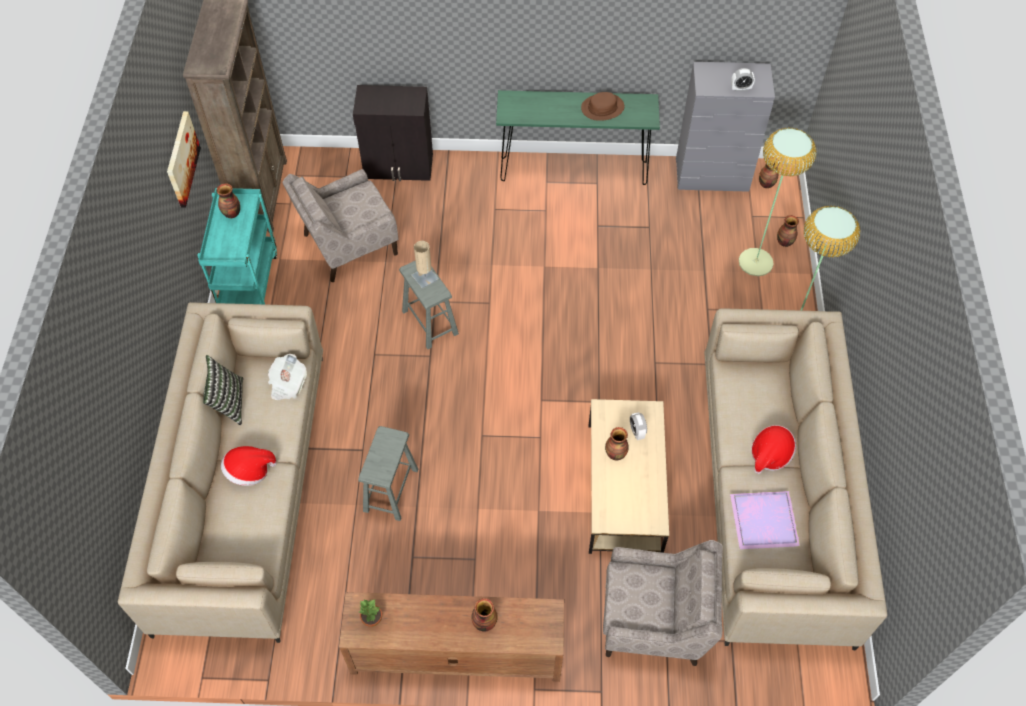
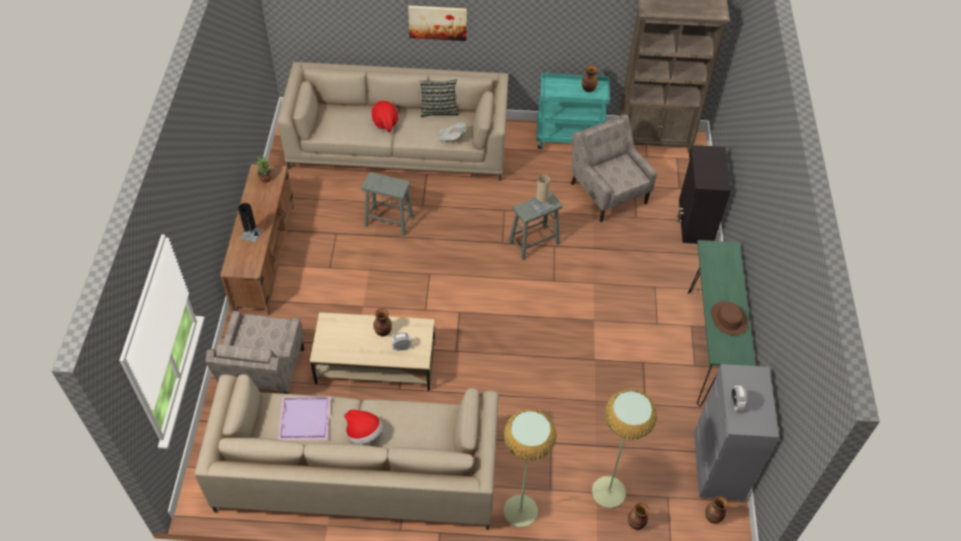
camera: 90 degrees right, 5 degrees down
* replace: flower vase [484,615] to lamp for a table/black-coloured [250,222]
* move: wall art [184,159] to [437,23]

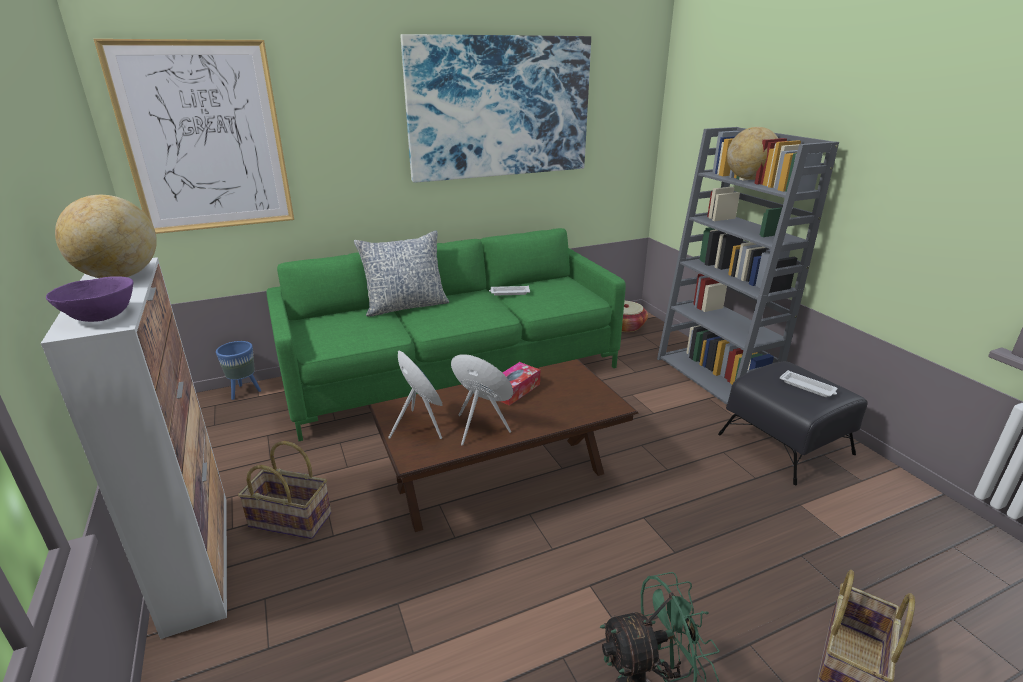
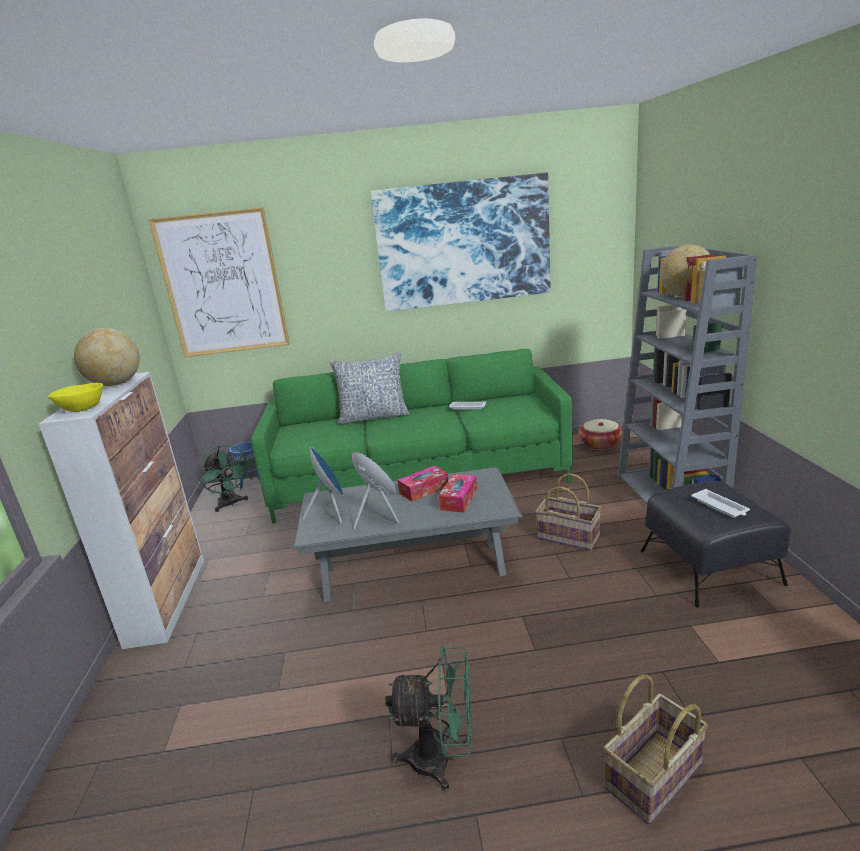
camera: 20 degrees right, 5 degrees down
* recolor: deep dish/purple-coloured [90,299] to deep dish/yellowish [75,397]
* insert: cooling fan/green [224,478]
* recolor: lounge table/brown-coloured [503,445] to lounge table/greyish [407,534]
* insert: tissue holder [458,493]
* move: household basket [284,490] to [568,512]

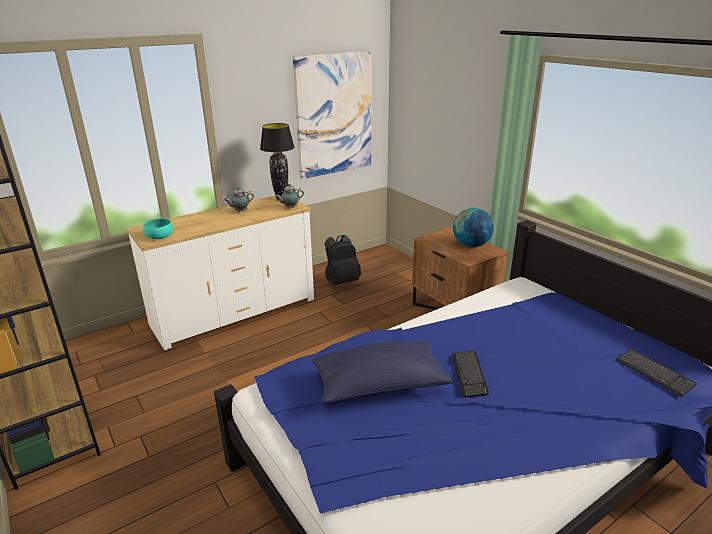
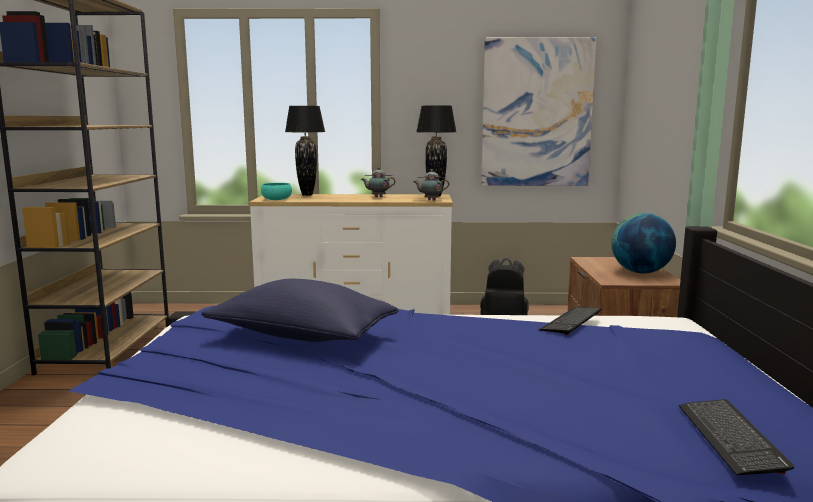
camera: 35 degrees right, 15 degrees down
* insert: lamp for a table/black-coloured [305,151]
* move: computer keyboard [470,374] to [570,321]

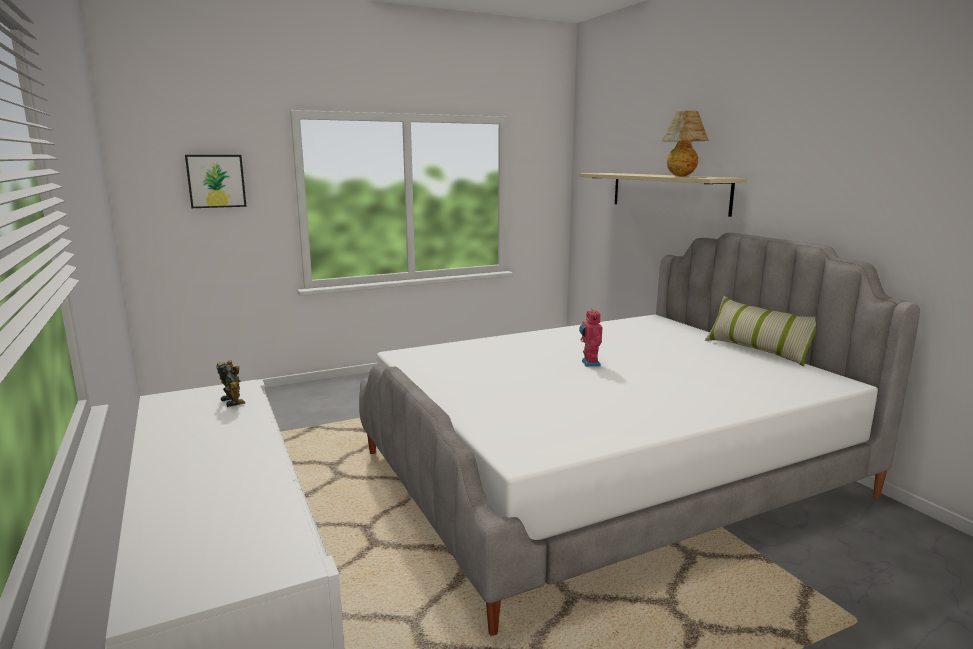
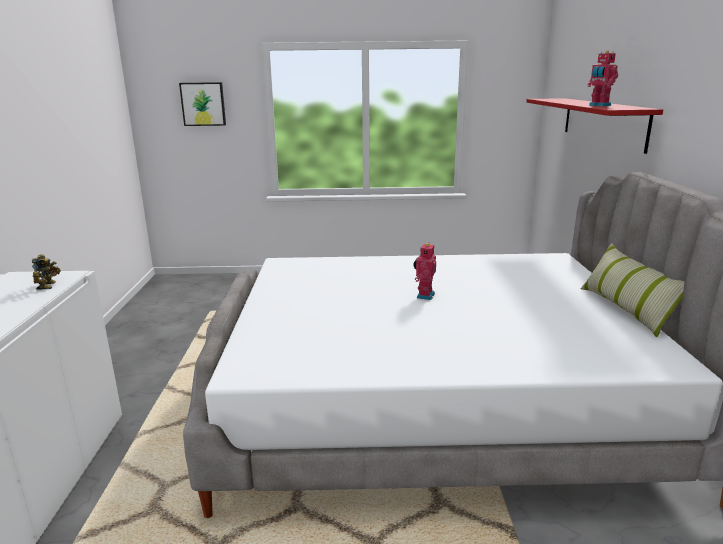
camera: 25 degrees right, 5 degrees up
* recolor: bracket shelf/beige-coloured [663,195] to bracket shelf/red-coloured [594,126]
* replace: lamp for a table [685,144] to robot figure [602,78]

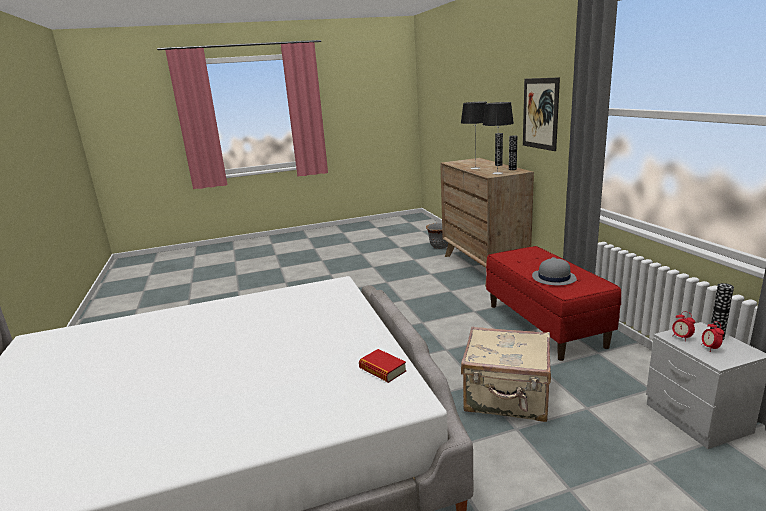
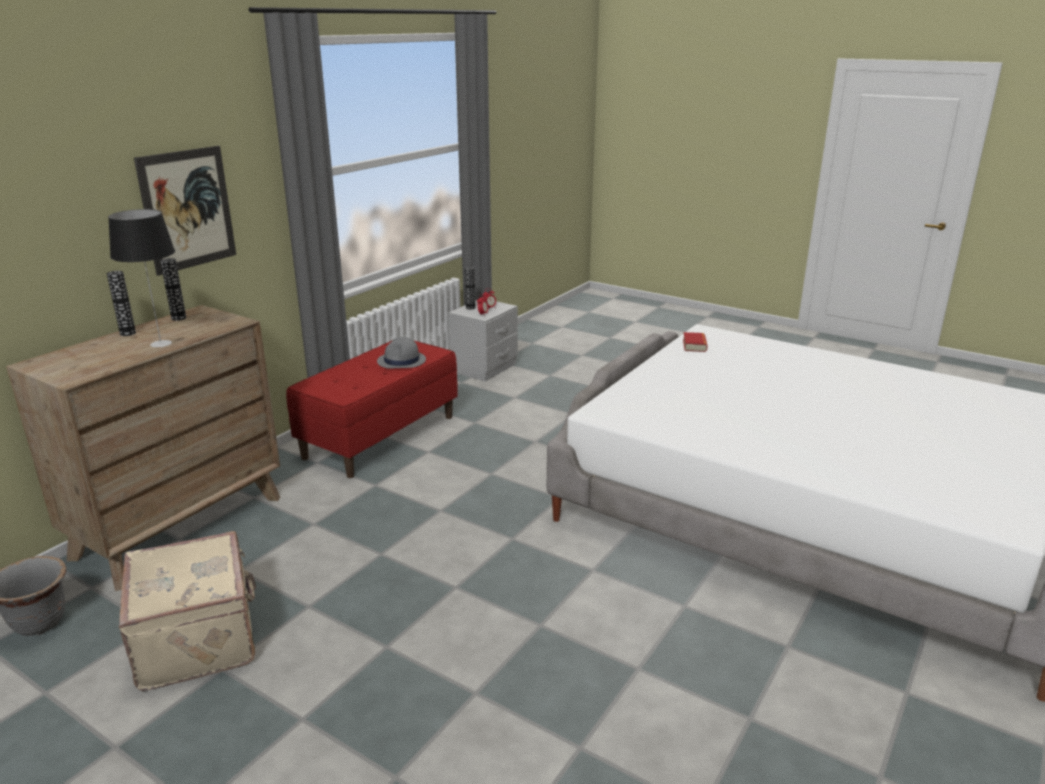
camera: 130 degrees left, 5 degrees up
* move: travel case/beige-coloured [506,374] to [187,611]
* delete: lamp for a table [498,138]

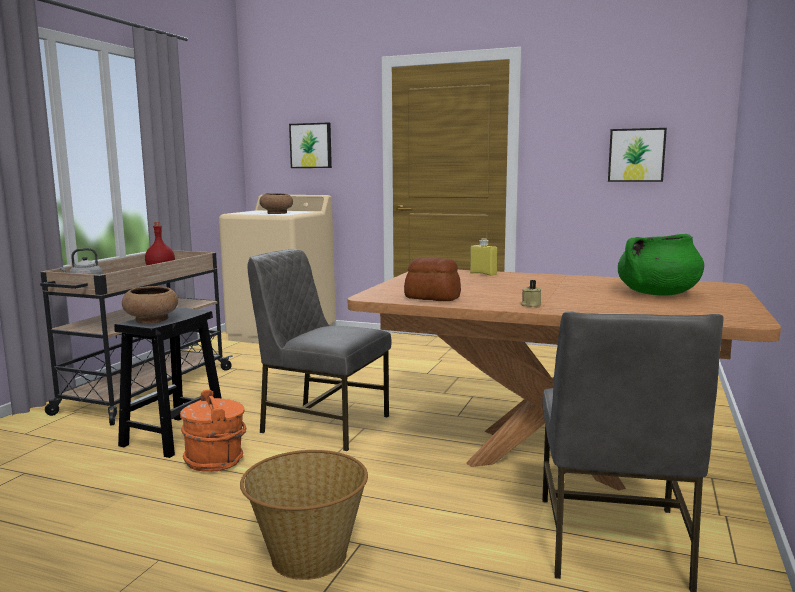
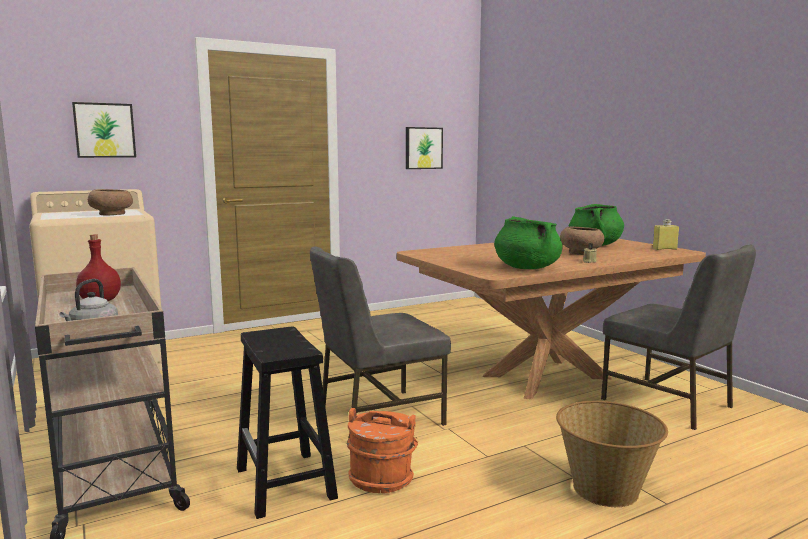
camera: 50 degrees left, 0 degrees up
* replace: bread [432,279] to saucepot/green [528,242]
* move: deep dish/brown-coloured [150,305] to [582,240]
* move: drink bottle/yellowish [483,257] to [666,234]

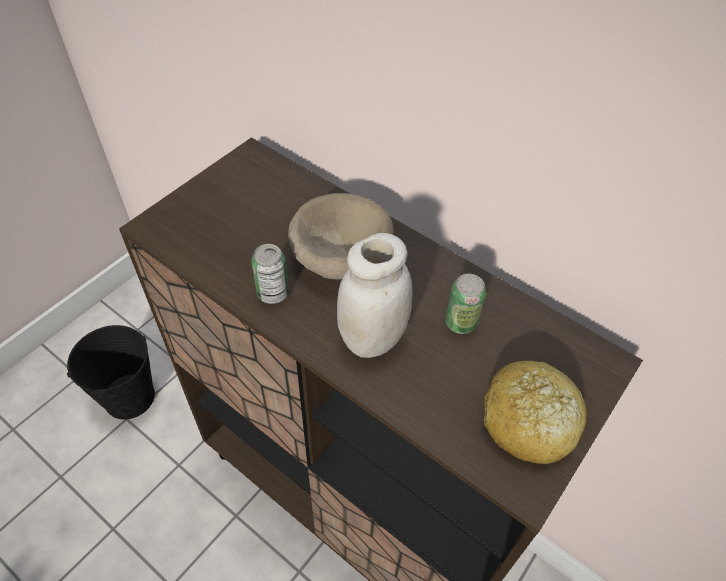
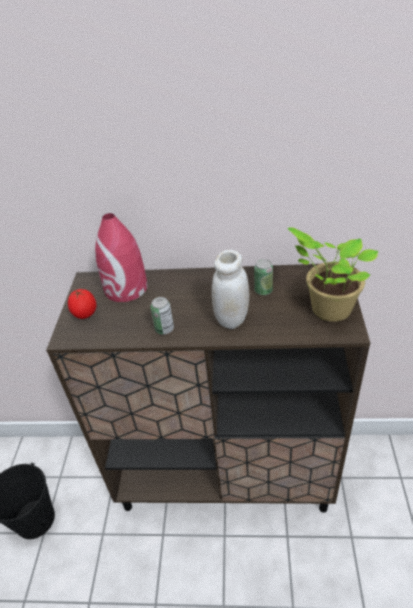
camera: 30 degrees left, 10 degrees down
* insert: whole tomato [82,304]
* insert: flower vase/red-coloured [121,257]
* replace: bread [535,412] to potted plant [333,274]
* delete: deep dish/beige-coloured [341,236]

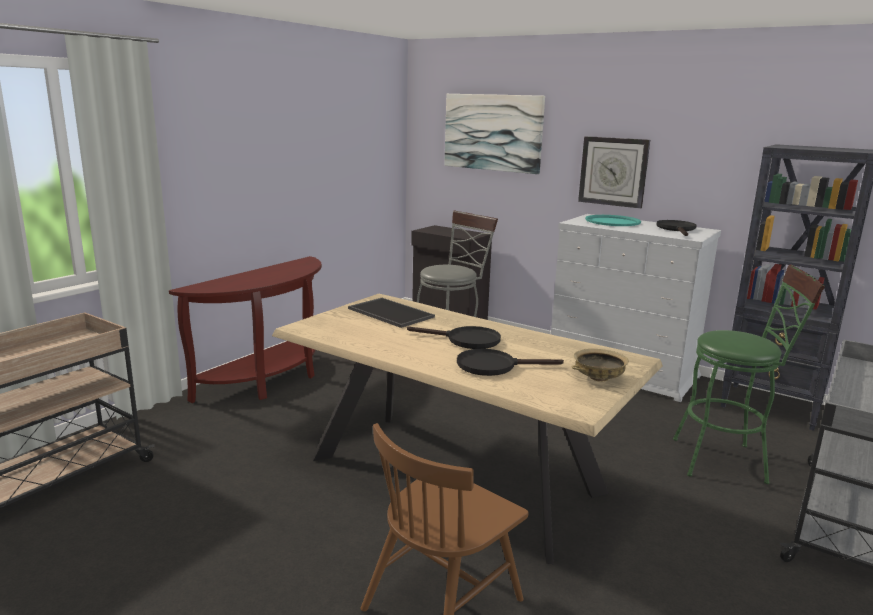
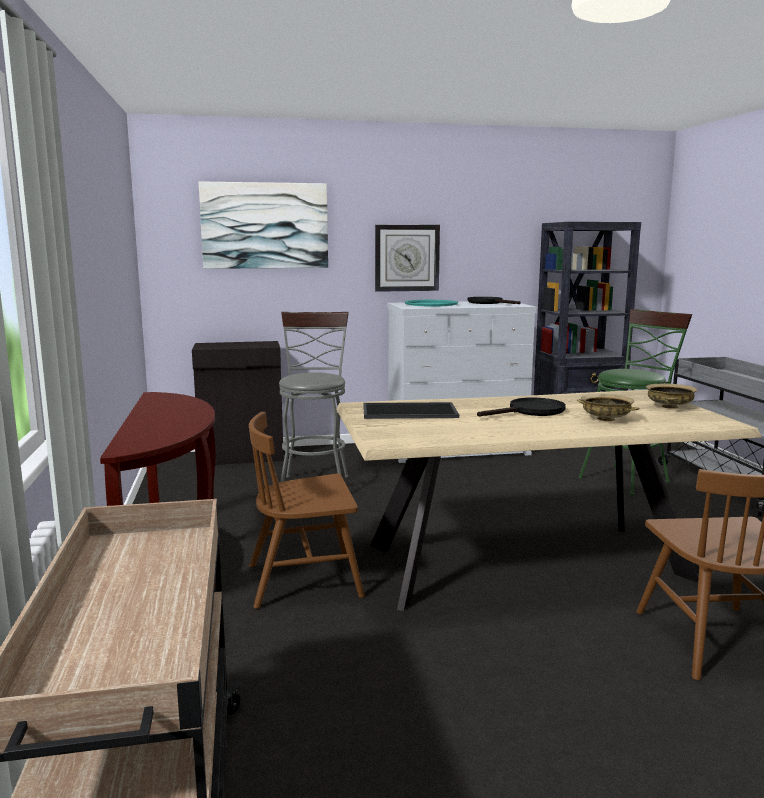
camera: 45 degrees left, 5 degrees down
* insert: plain chair/brown-coloured [307,510]
* replace: skillet/black-coloured [510,362] to deep dish/beige-coloured [608,407]

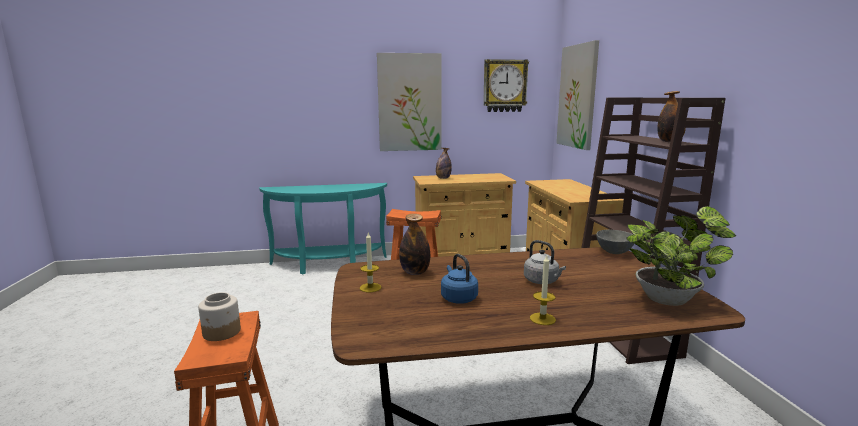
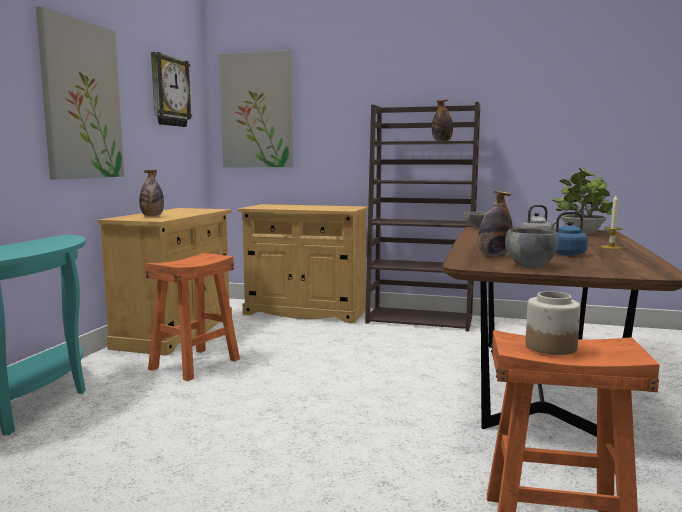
camera: 65 degrees left, 5 degrees down
* replace: wax candle [370,262] to deep dish/greyish [531,248]

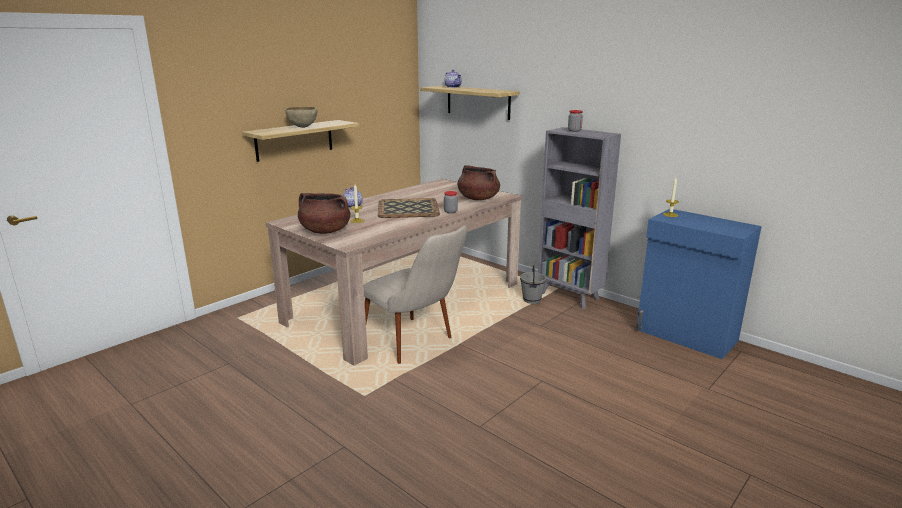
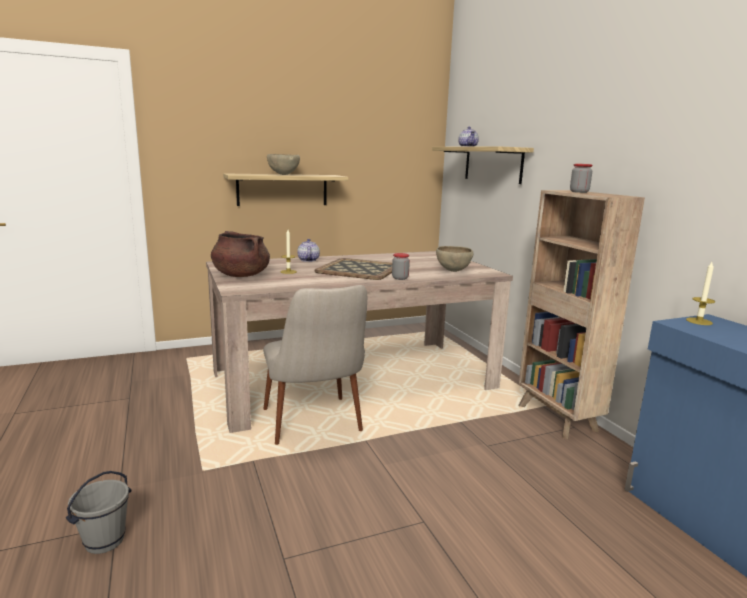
camera: 25 degrees right, 5 degrees down
* move: bucket/greyish [533,284] to [98,512]
* replace: saucepot/brown-coloured [478,182] to deep dish/brown-coloured [455,259]
* recolor: bookcase/greyish [579,218] to bookcase/brown-coloured [582,314]

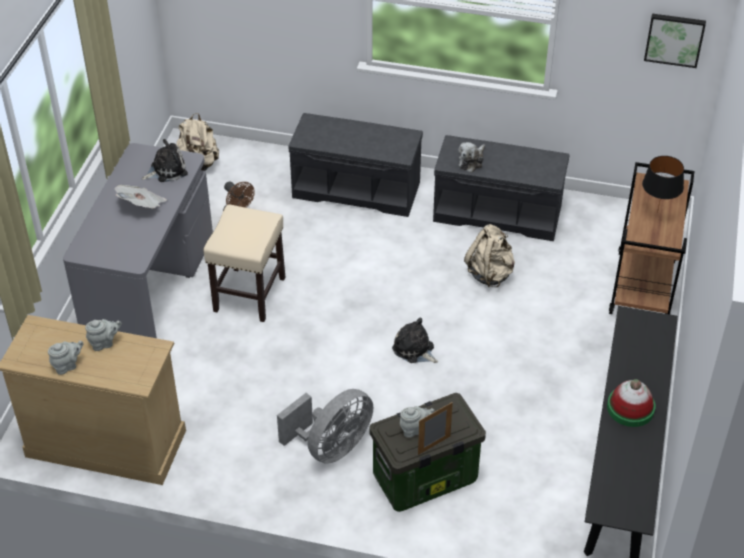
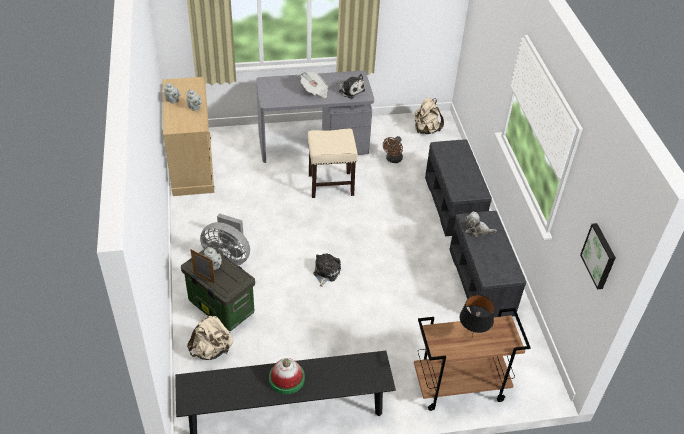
camera: 65 degrees right, 0 degrees up
* move: knapsack/beige-coloured [489,255] to [210,336]

